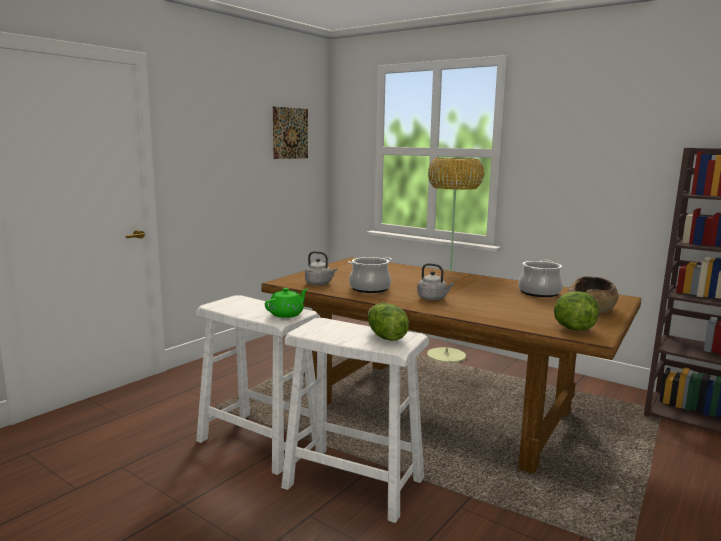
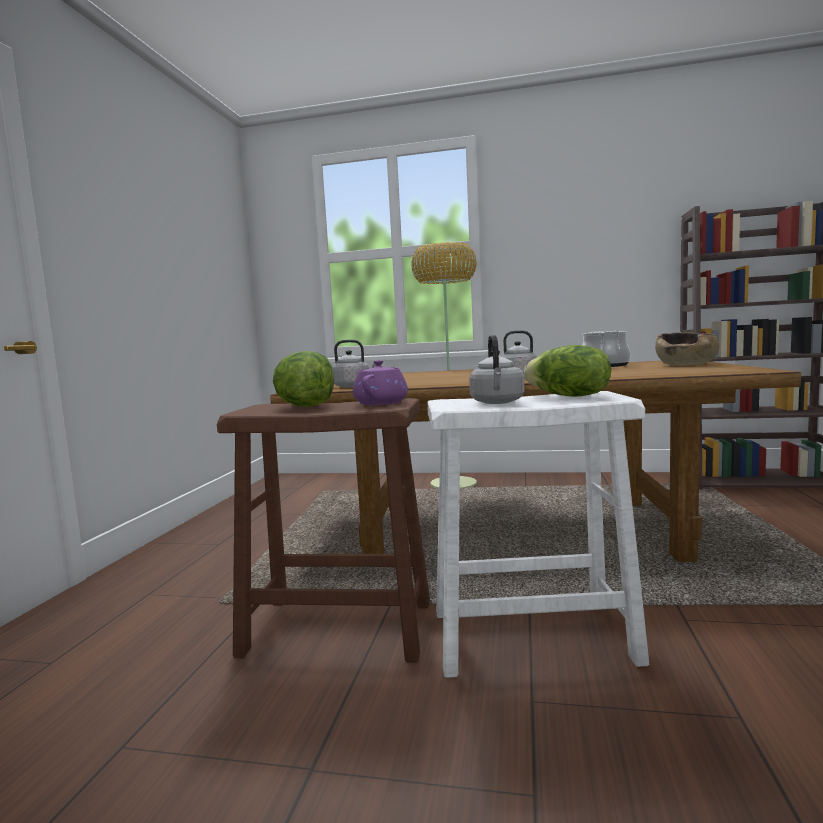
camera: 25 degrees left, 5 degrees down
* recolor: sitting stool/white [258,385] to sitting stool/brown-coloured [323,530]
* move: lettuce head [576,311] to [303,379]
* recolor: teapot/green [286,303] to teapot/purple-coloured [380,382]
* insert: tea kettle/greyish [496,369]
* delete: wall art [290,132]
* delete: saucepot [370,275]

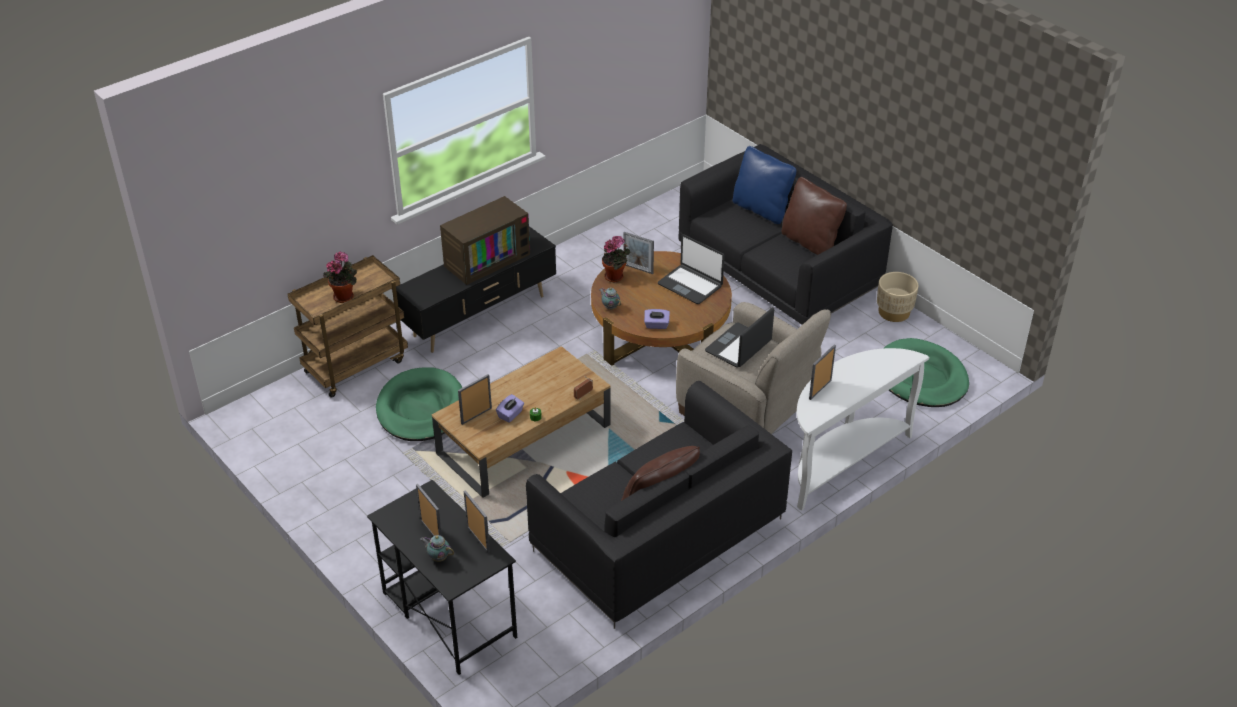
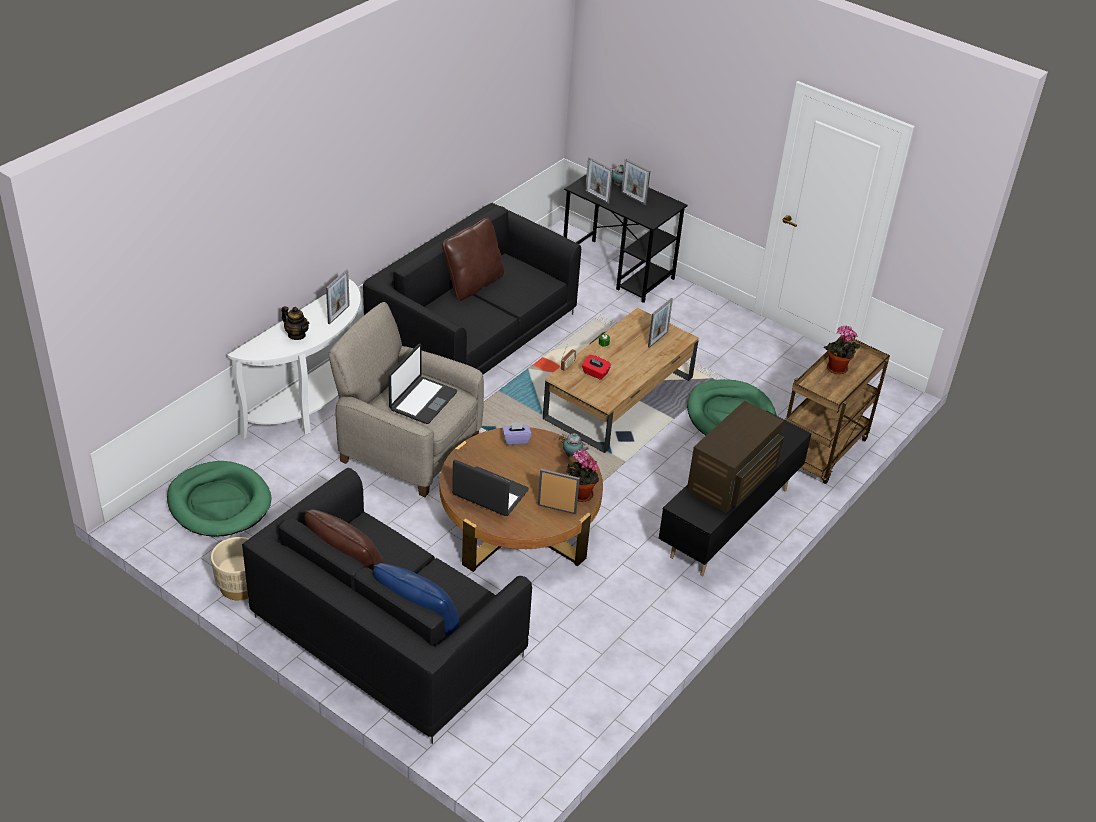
camera: 165 degrees right, 0 degrees up
* insert: teapot [296,323]
* insert: tissue holder/red-coloured [596,367]
* delete: tissue holder/purple-coloured [510,408]

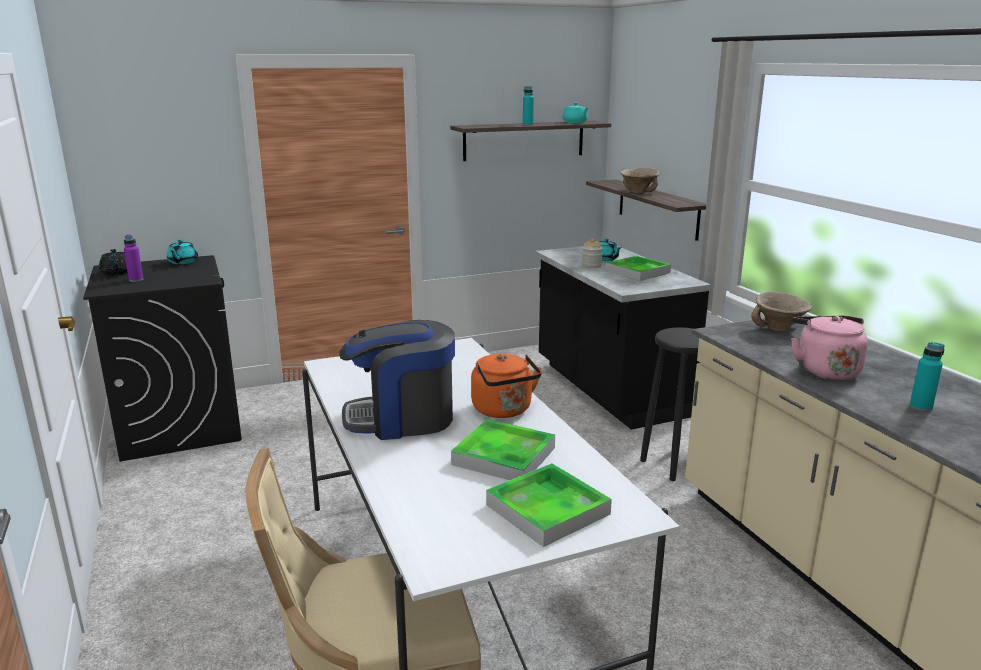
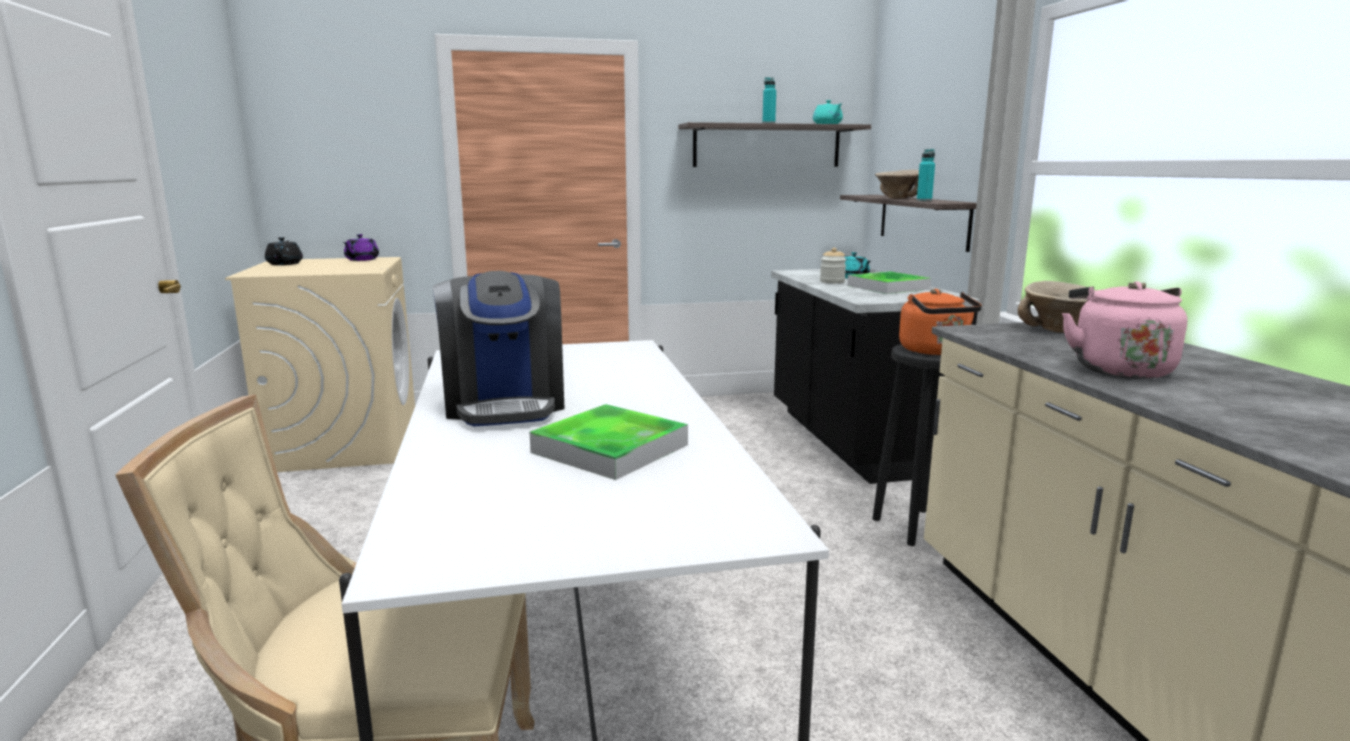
camera: 10 degrees right, 5 degrees down
* recolor: laundry machine/black-coloured [162,358] to laundry machine/beige-coloured [320,364]
* recolor: teapot/blue-green [182,252] to teapot/purple-coloured [361,247]
* rotate: coffee maker [397,380] = [498,348] 105 degrees counterclockwise
* move: tea kettle/orange [506,386] to [940,322]
* move: drink bottle/blue-green [927,377] to [926,175]
* delete: drink bottle/purple-coloured [133,258]
* delete: carrying tray [549,505]

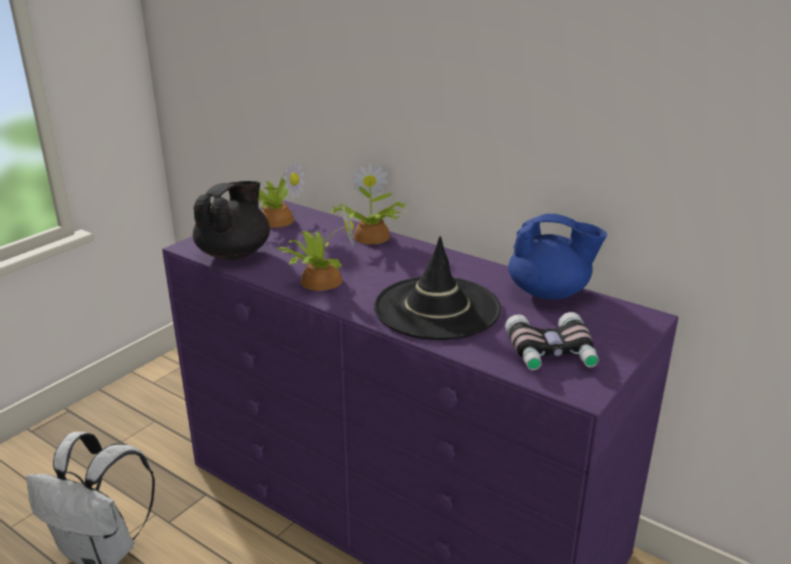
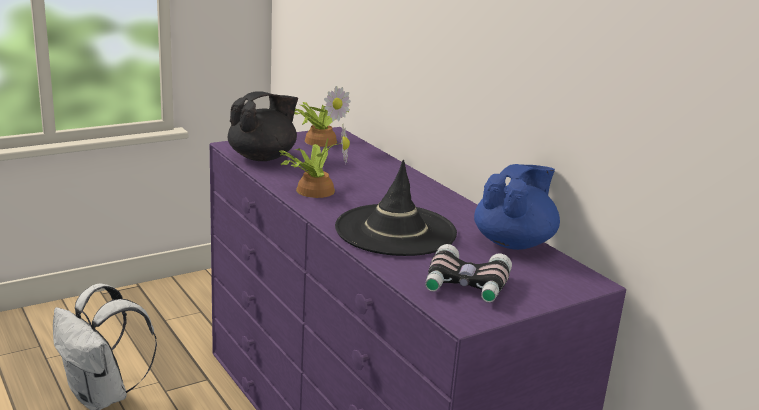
camera: 20 degrees right, 5 degrees down
* rotate: teapot/blue [557,257] = [517,207] 90 degrees counterclockwise
* delete: potted plant [368,203]

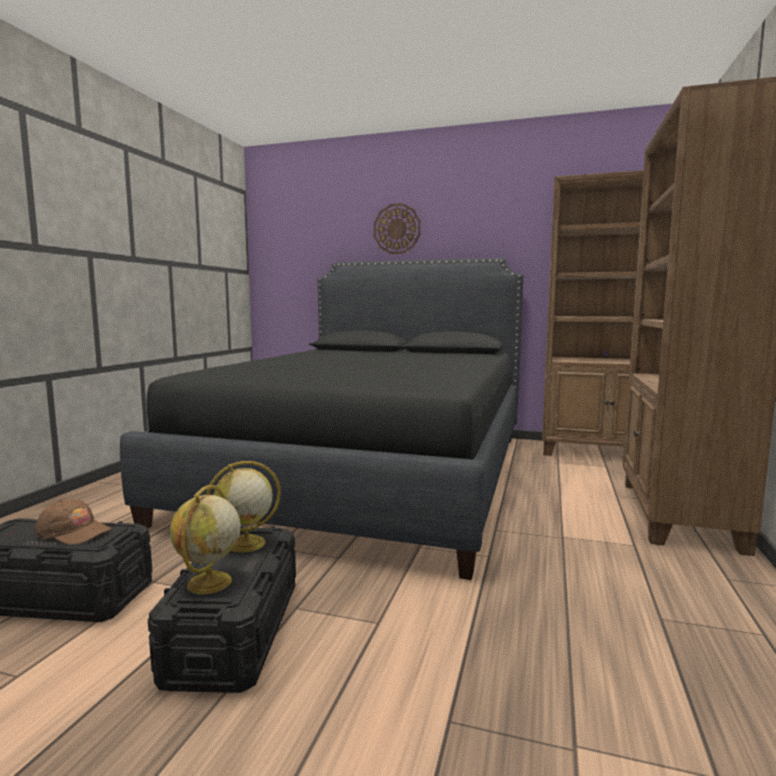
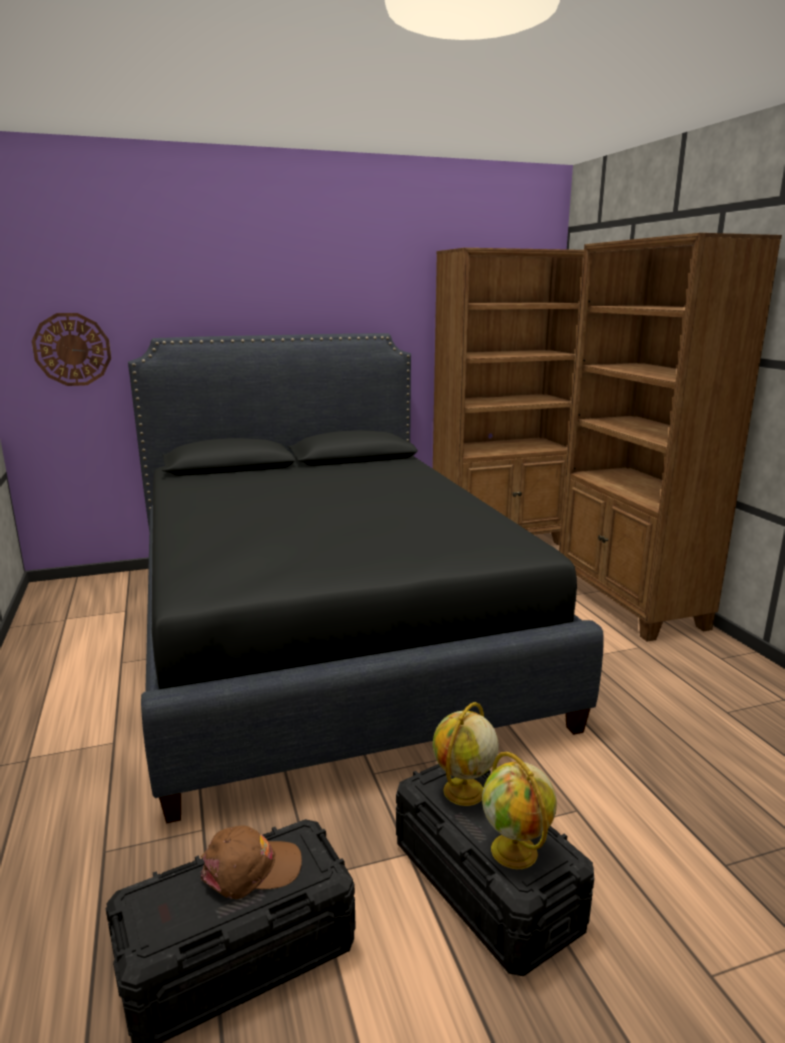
camera: 35 degrees left, 10 degrees up
* move: hanging clock [397,228] to [71,349]

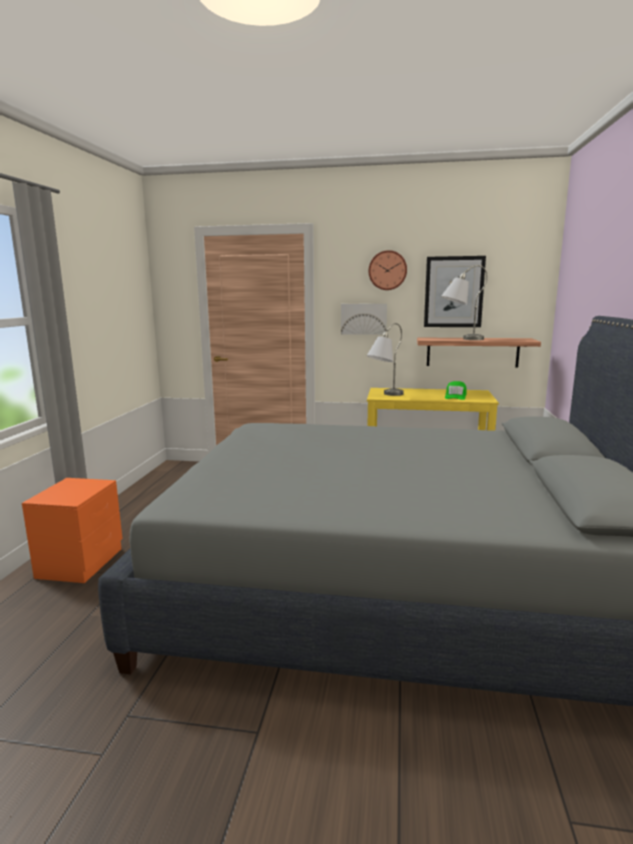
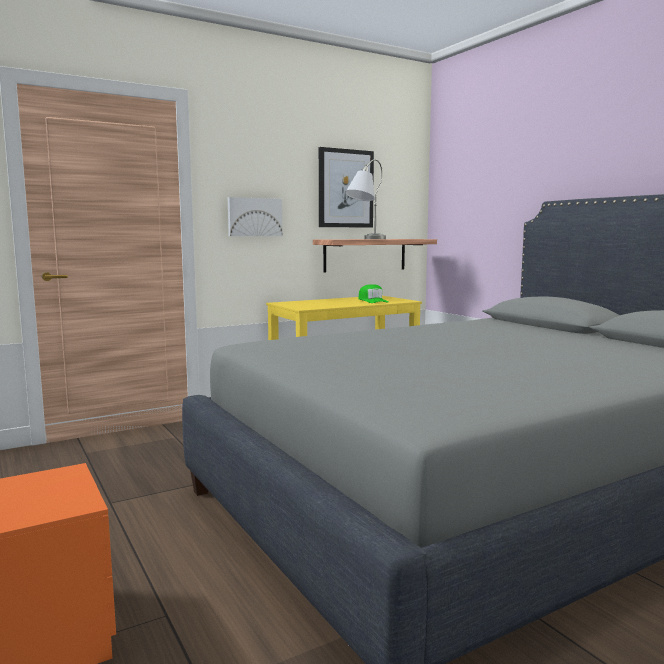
camera: 40 degrees left, 5 degrees down
* delete: lamp for a table/greyish [385,359]
* delete: hanging clock [388,270]

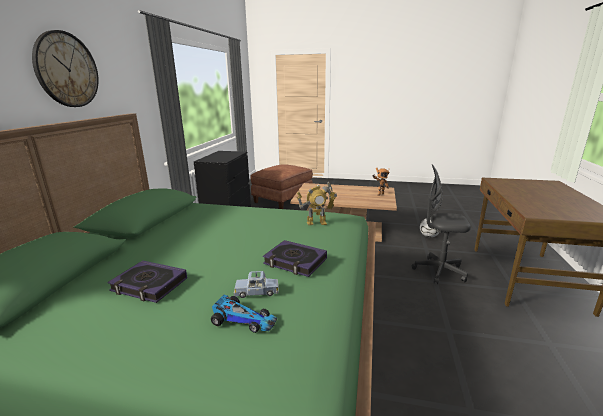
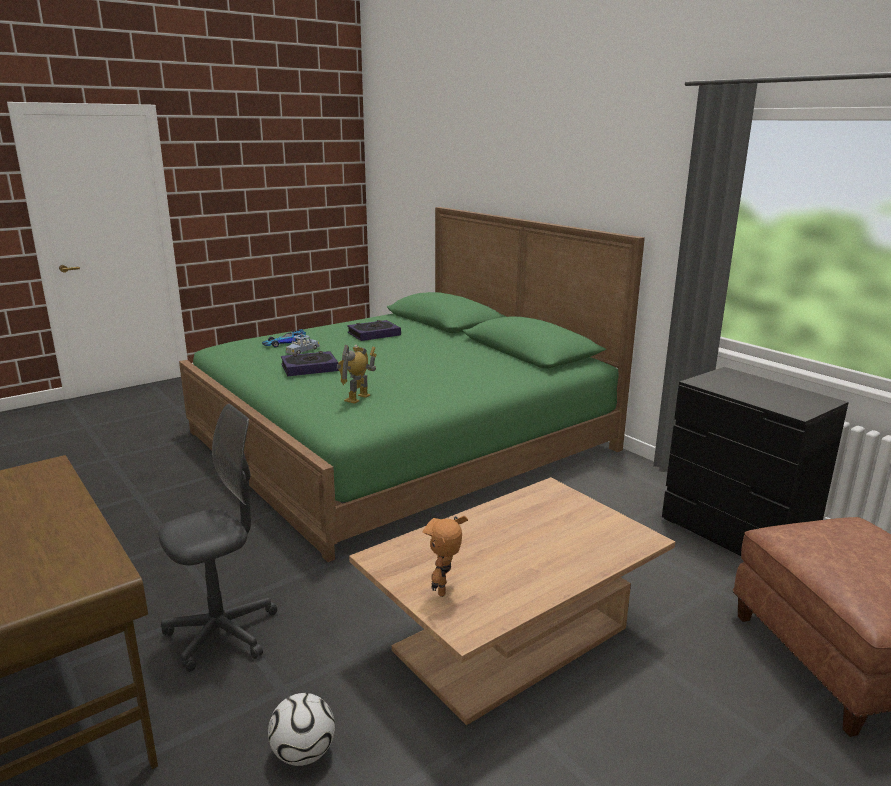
camera: 130 degrees right, 0 degrees up
* delete: hanging clock [65,68]

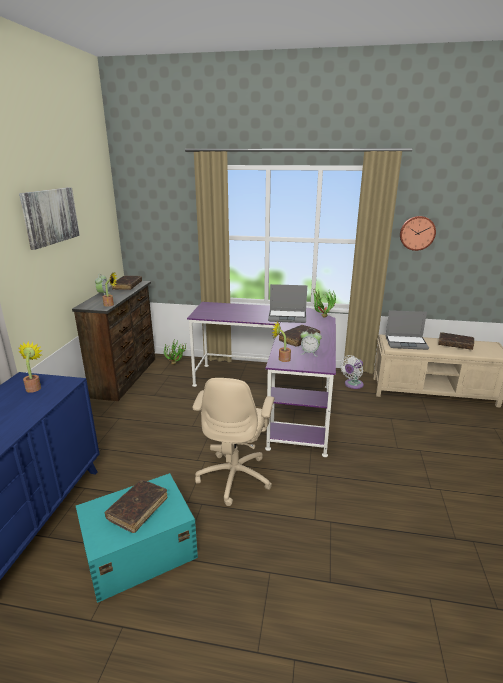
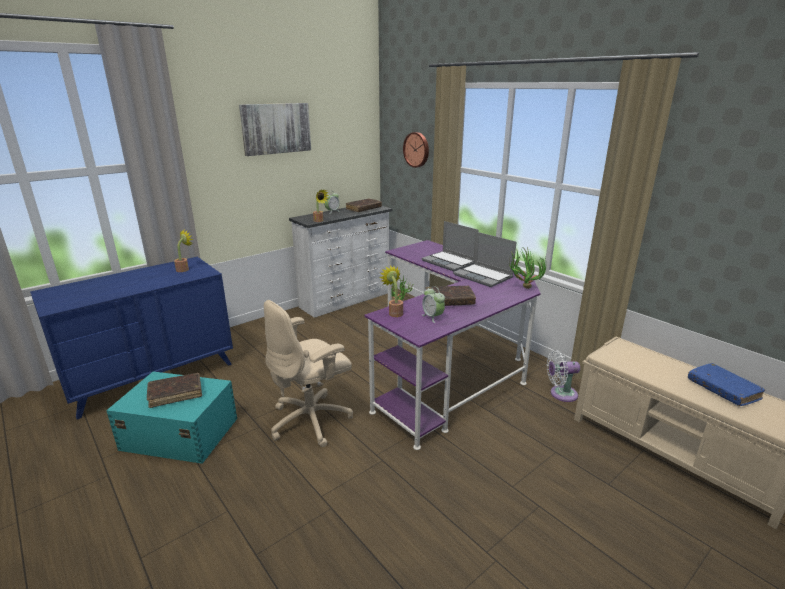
camera: 40 degrees right, 0 degrees up
* recolor: chest of drawers/brown-coloured [113,341] to chest of drawers/white [340,262]
* move: hanging clock [418,233] to [416,150]
* move: laptop [407,330] to [450,246]
* recolor: bound book/brown-coloured [456,341] to bound book/blue [726,384]

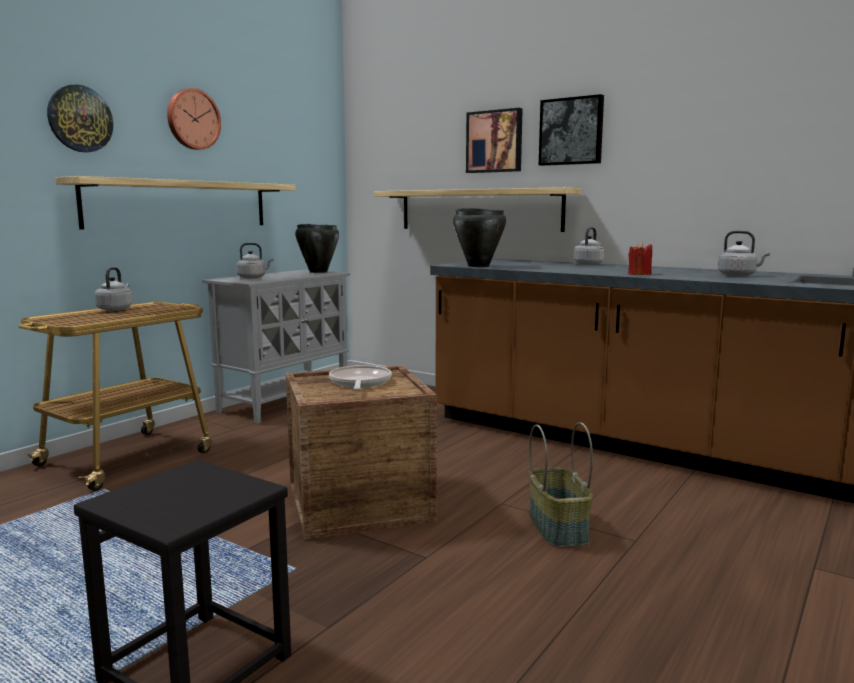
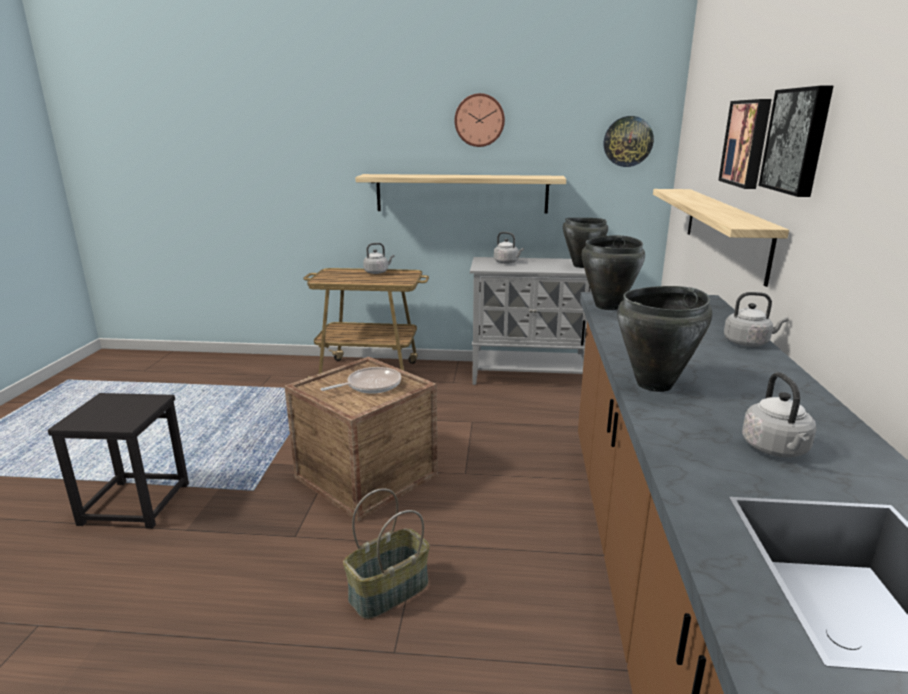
camera: 60 degrees right, 10 degrees up
* move: hanging clock [80,118] to [629,141]
* replace: wax candle/red-coloured [640,258] to saucepot/black-coloured [664,339]

